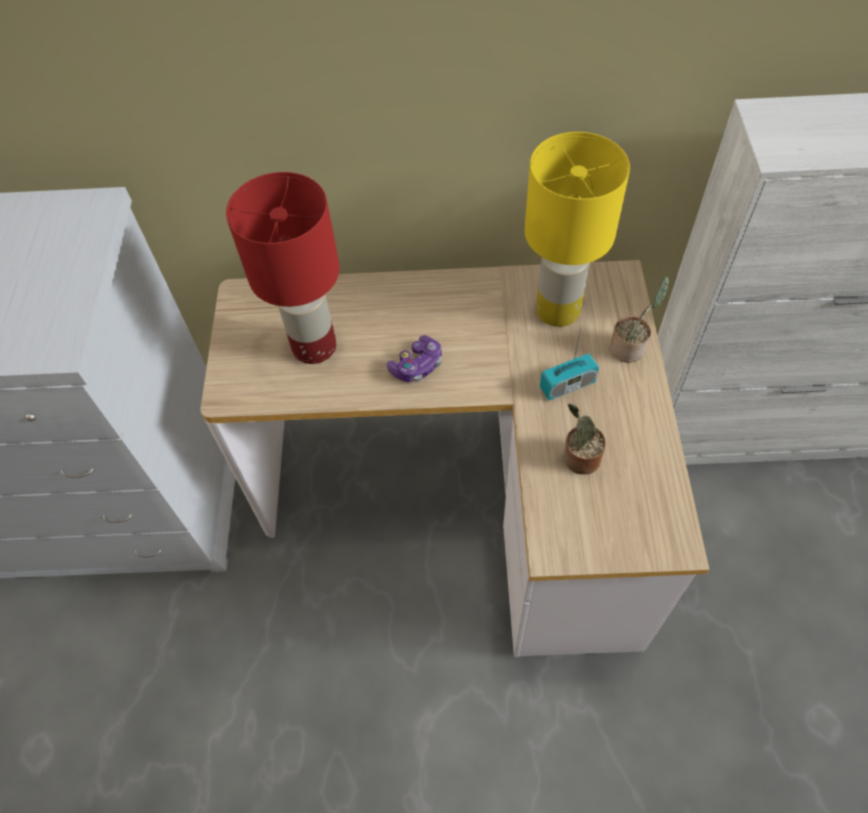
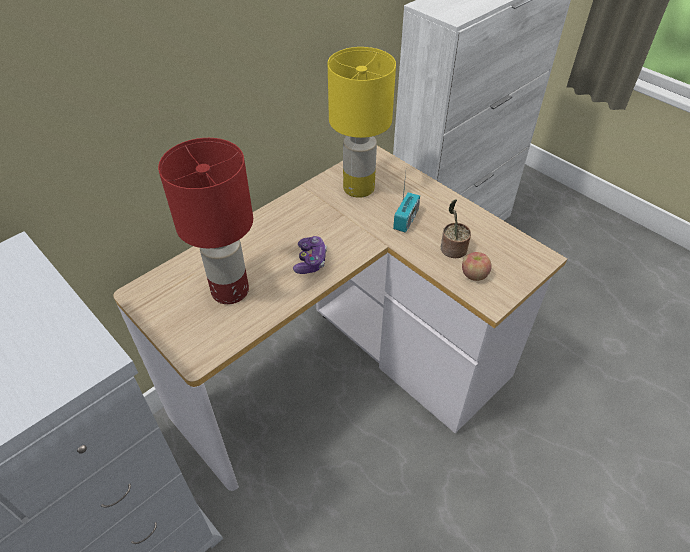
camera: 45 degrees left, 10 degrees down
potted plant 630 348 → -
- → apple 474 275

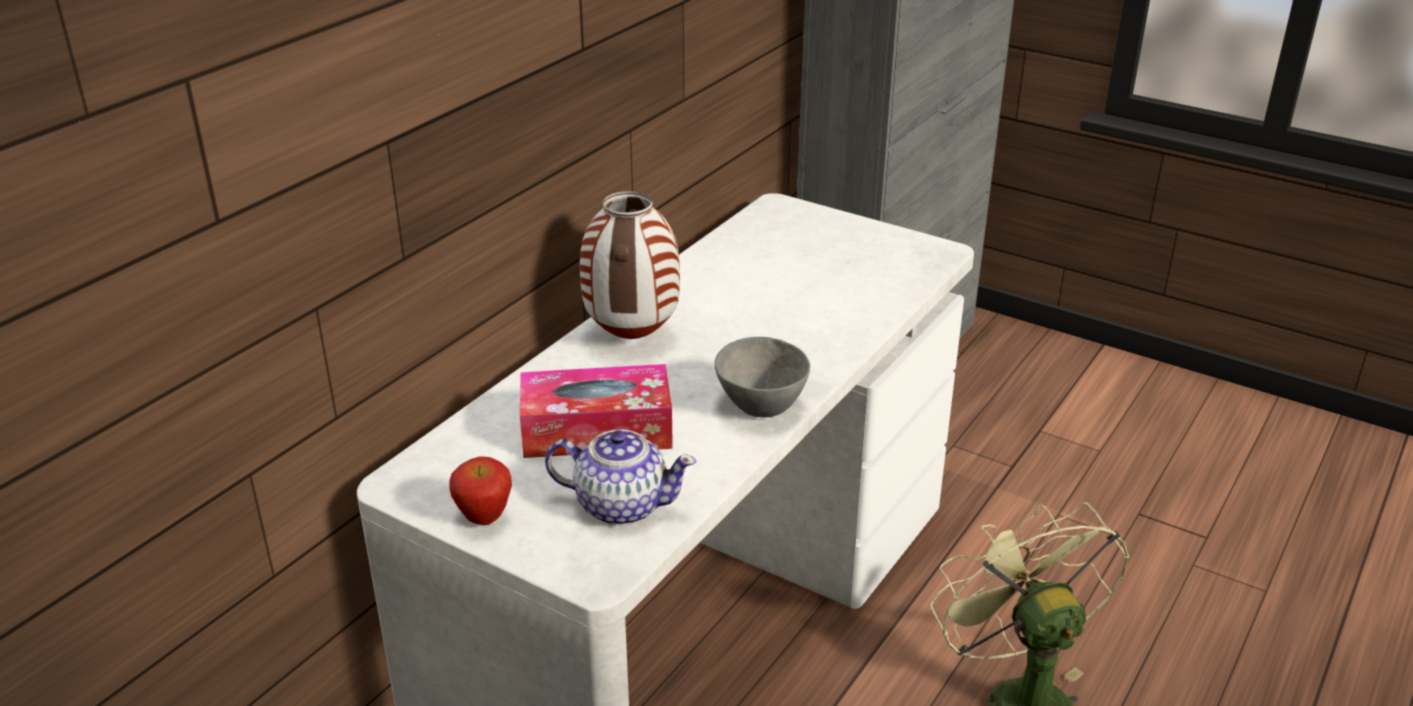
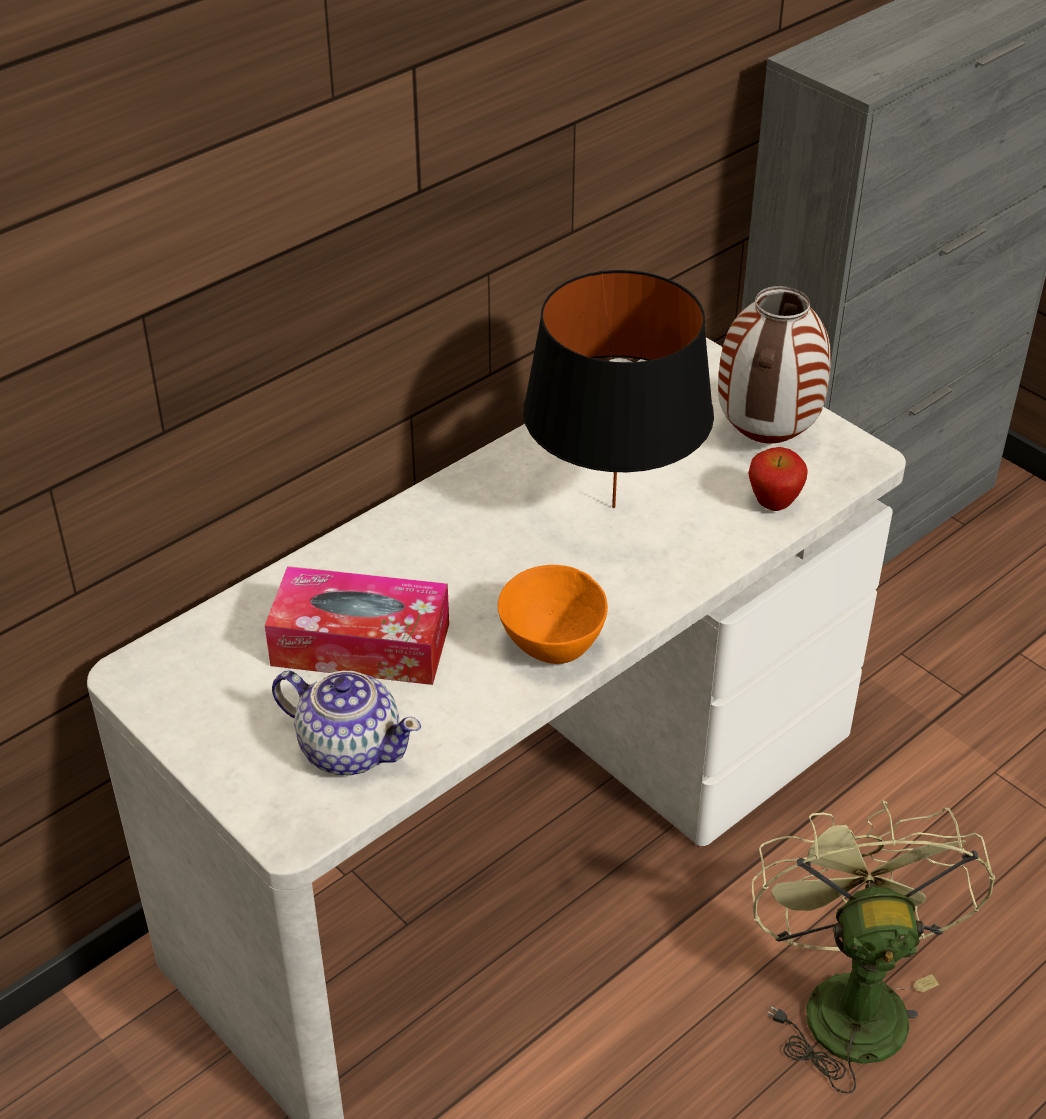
camera: 15 degrees right, 10 degrees up
apple 484 518 → apple 773 505, relocated
vase 631 337 → vase 764 438, relocated
grey bowl 759 407 → orange bowl 551 647
- → black table lamp 614 506

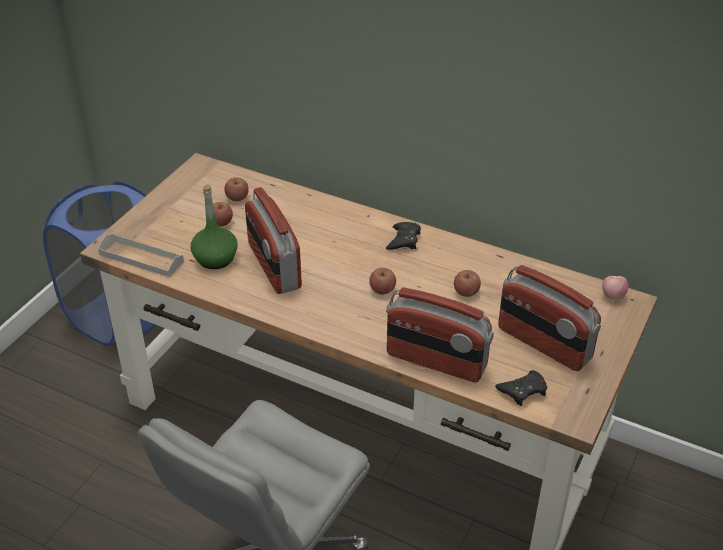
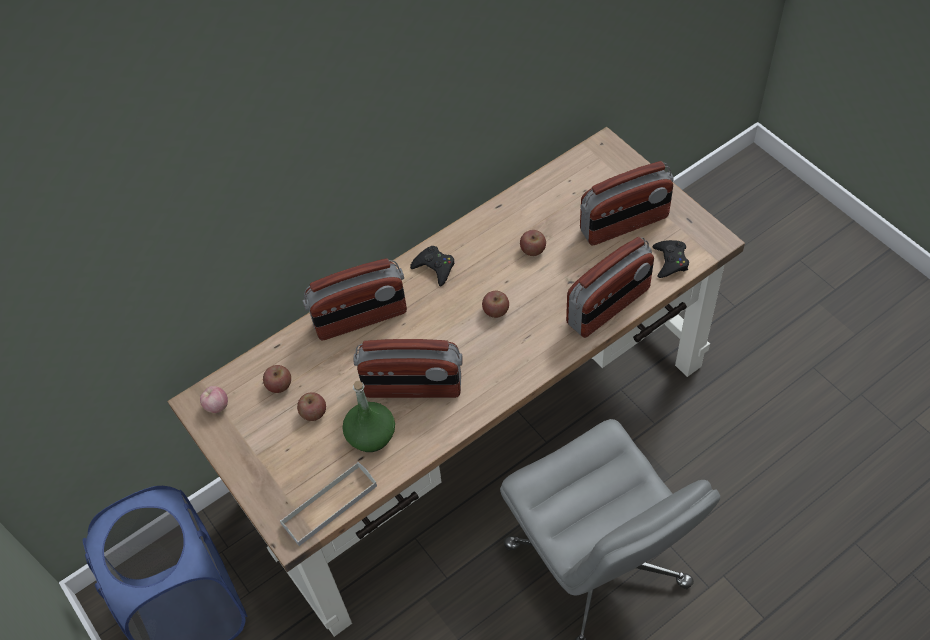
camera: 60 degrees left, 15 degrees up
apple 612 296 → apple 216 406, relocated
- → radio 360 318

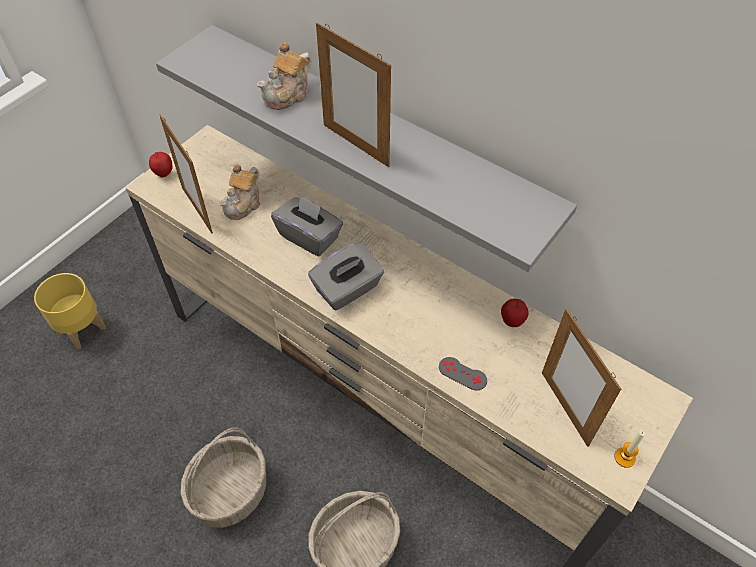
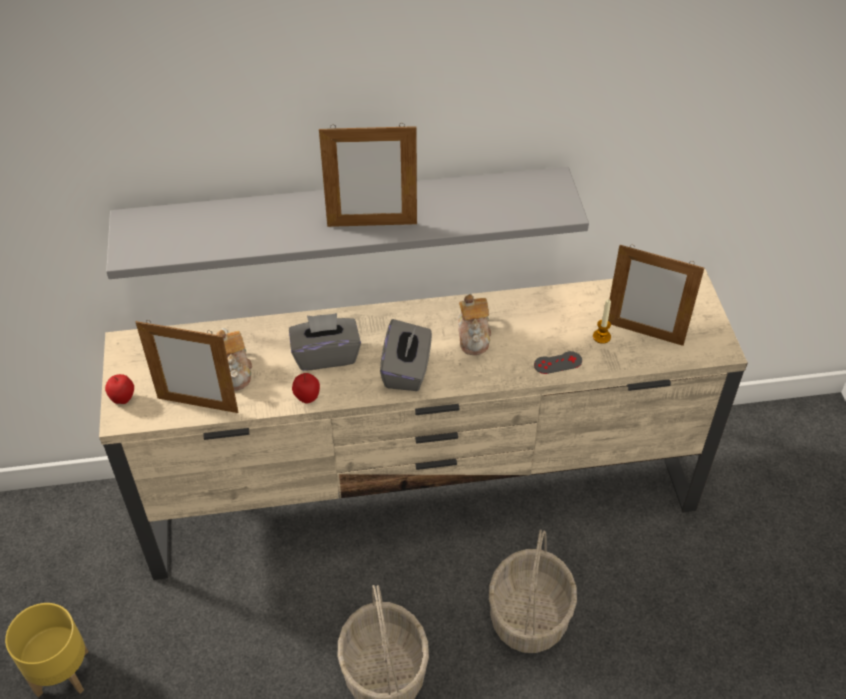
camera: 45 degrees left, 5 degrees down
teapot 288 95 → teapot 474 336, relocated
apple 511 321 → apple 307 398, relocated
candle 624 457 → candle 601 337, relocated

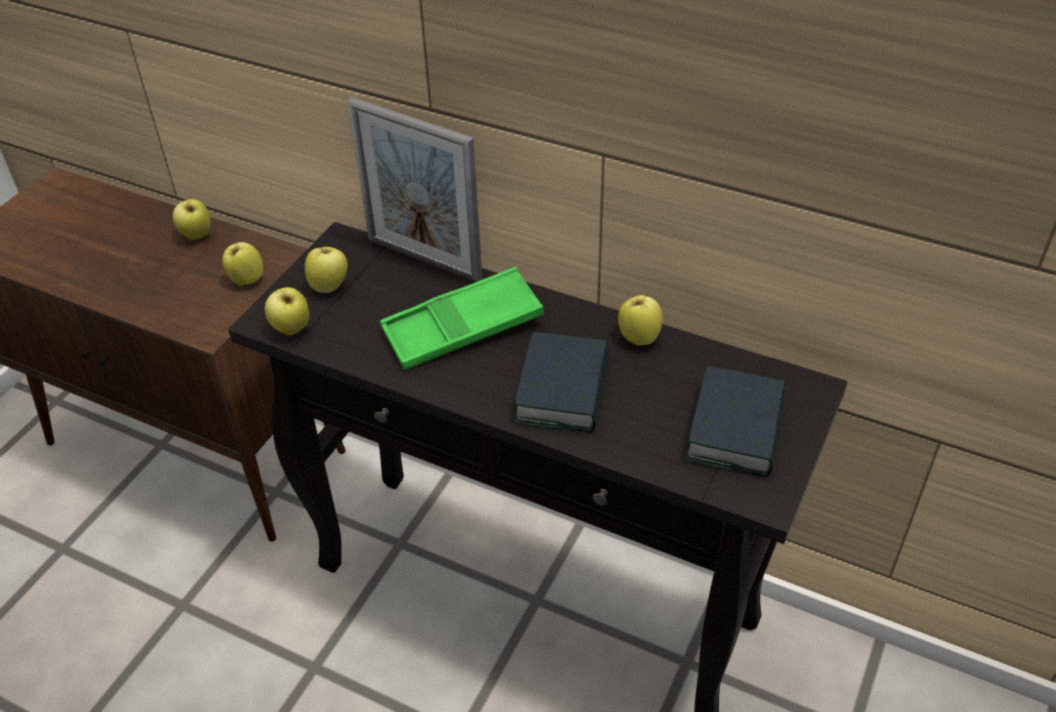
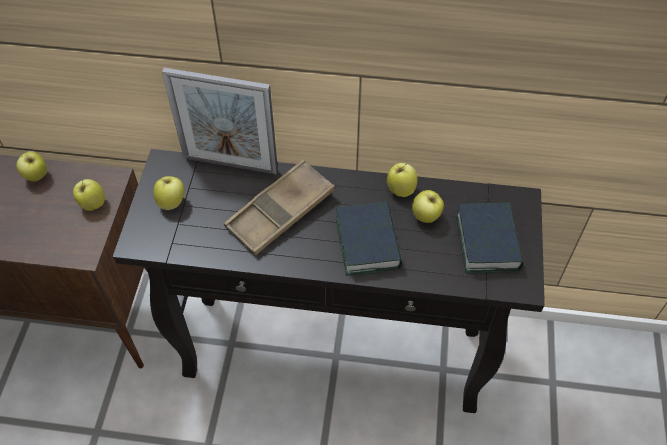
camera: 20 degrees left, 10 degrees up
apple 291 329 → apple 426 217, relocated
green tray 462 327 → brown tray 280 212

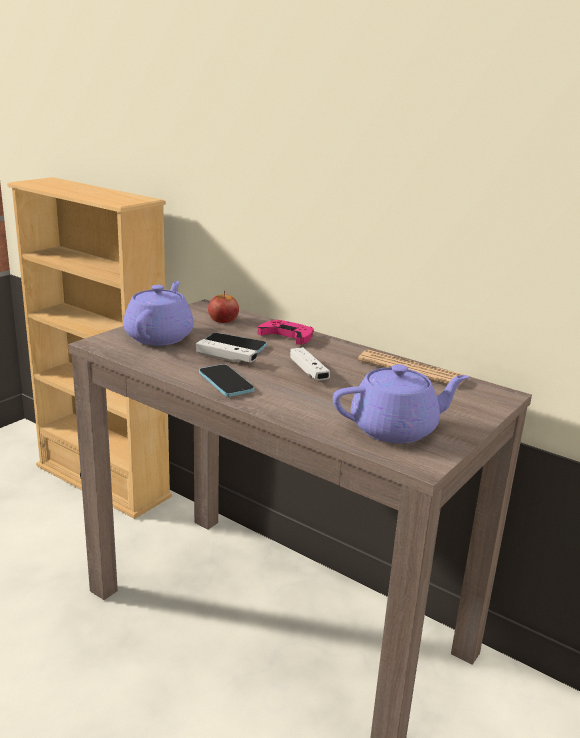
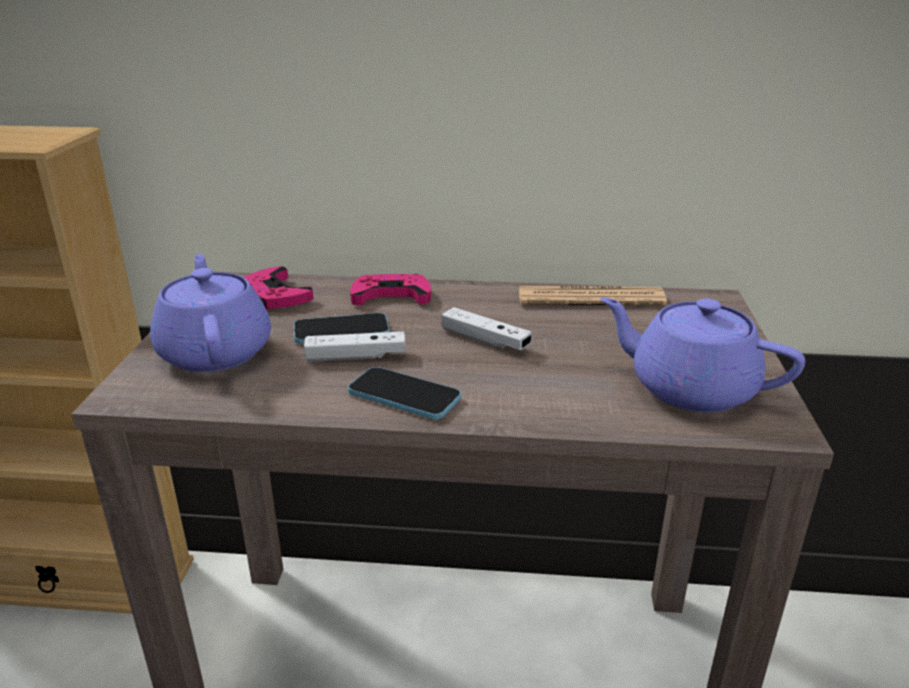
camera: 30 degrees left, 5 degrees up
apple 223 319 → pink game controller 275 295
purple teapot 395 429 → purple teapot 689 388, 105 degrees counterclockwise

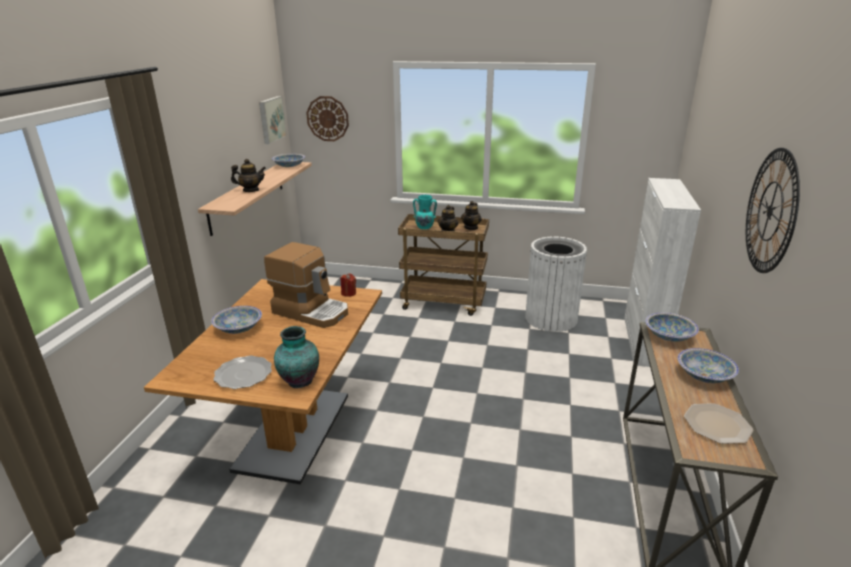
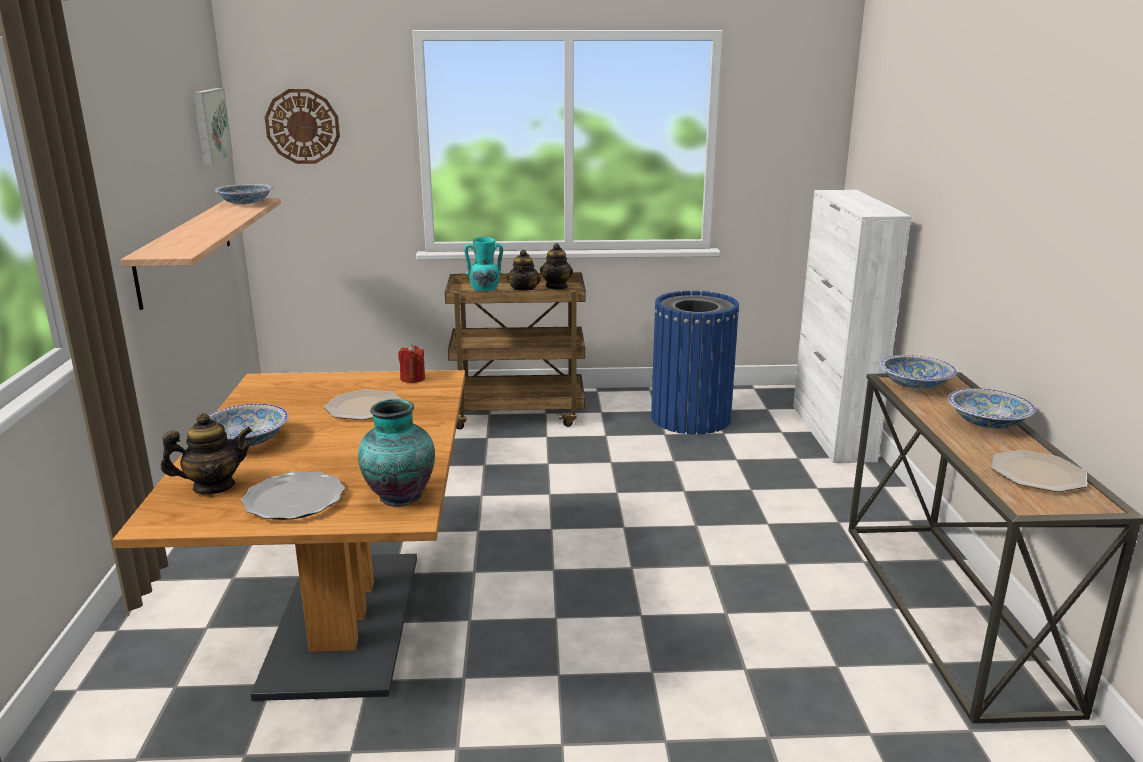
camera: 15 degrees left, 5 degrees down
teapot 251 190 → teapot 213 487, relocated
coffee machine 311 311 → plate 364 406
white trash can 551 318 → blue trash can 691 418
wall clock 770 211 → -

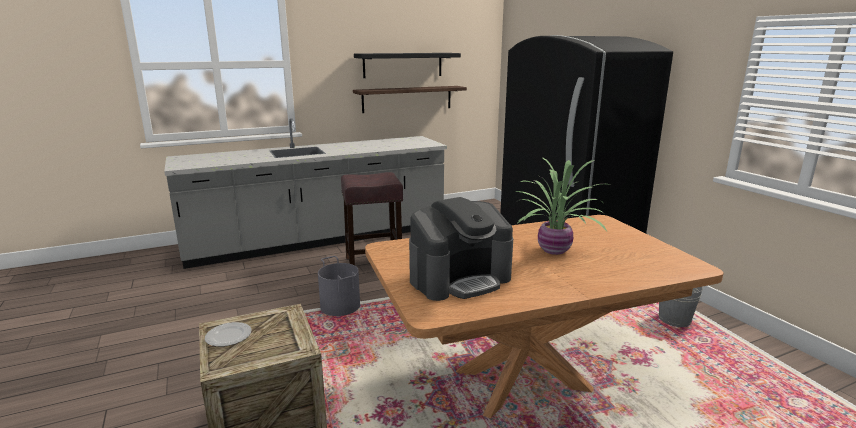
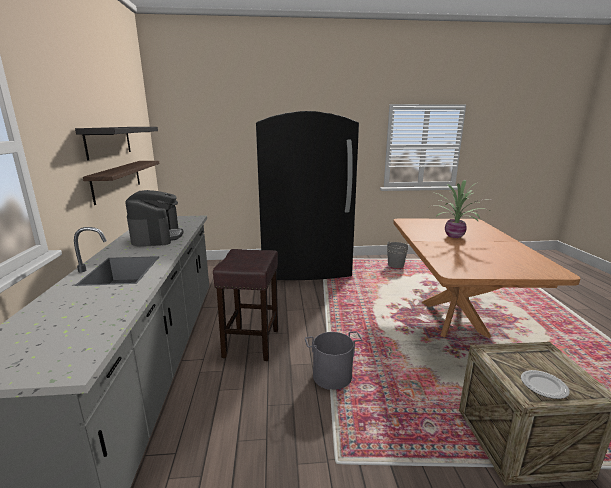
camera: 70 degrees left, 0 degrees up
coffee machine 460 279 → coffee machine 157 237, relocated

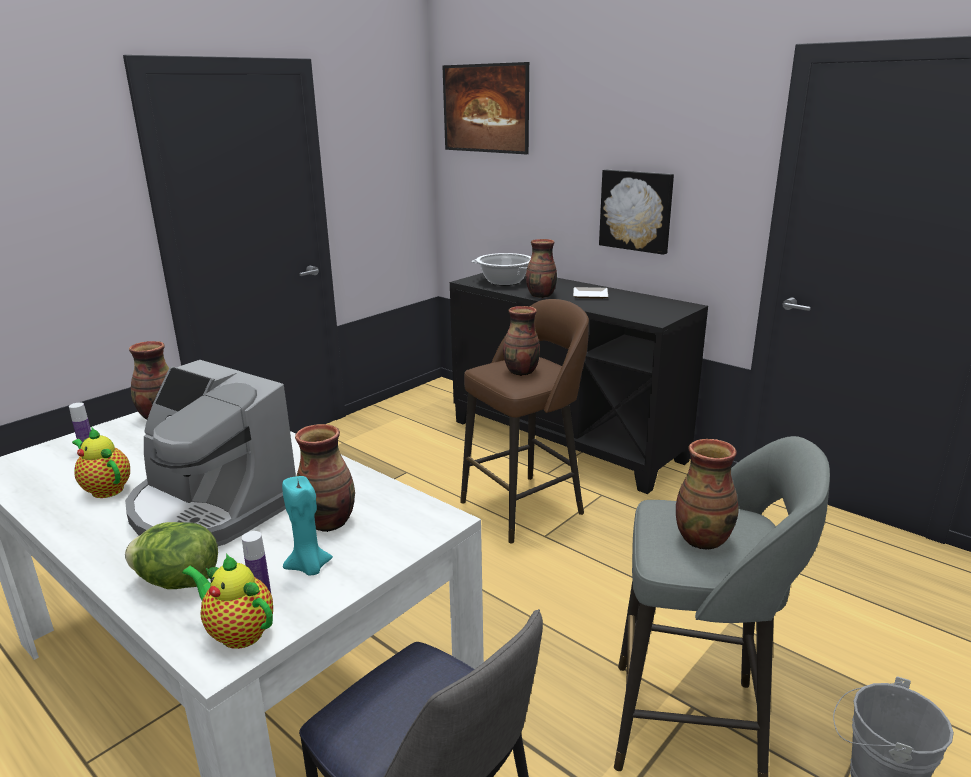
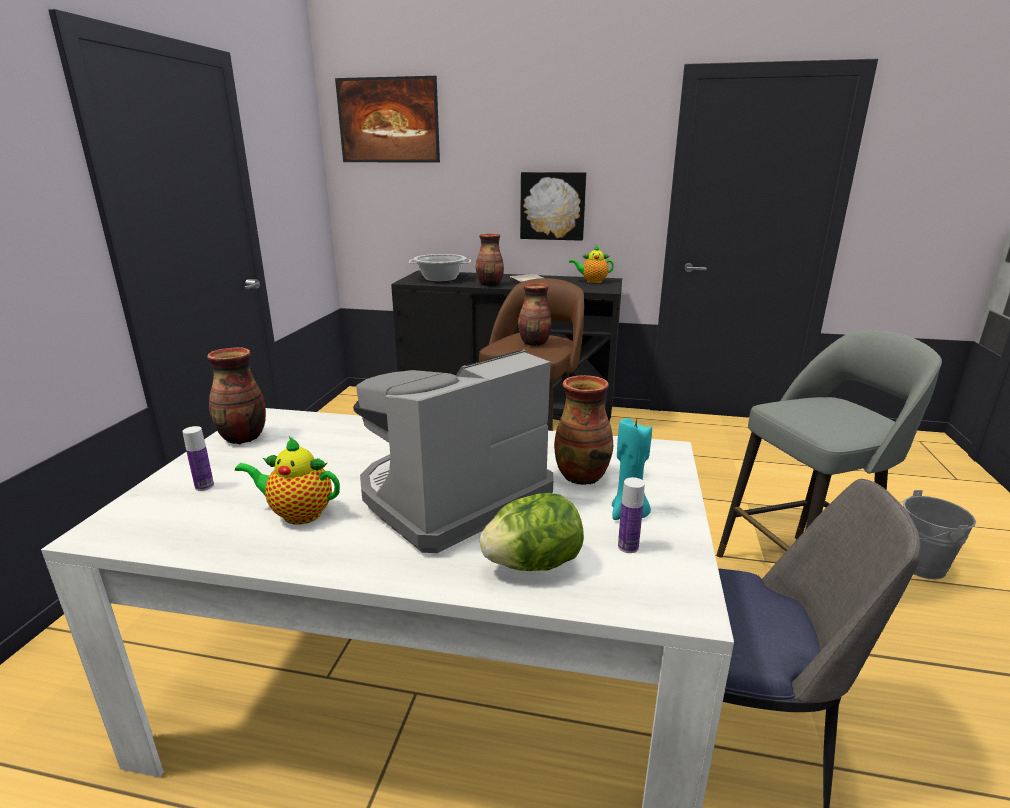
camera: 30 degrees left, 0 degrees up
coffee machine 211 508 → coffee machine 451 497, 135 degrees clockwise
teapot 238 632 → teapot 592 281, relocated
vase 702 539 → -

